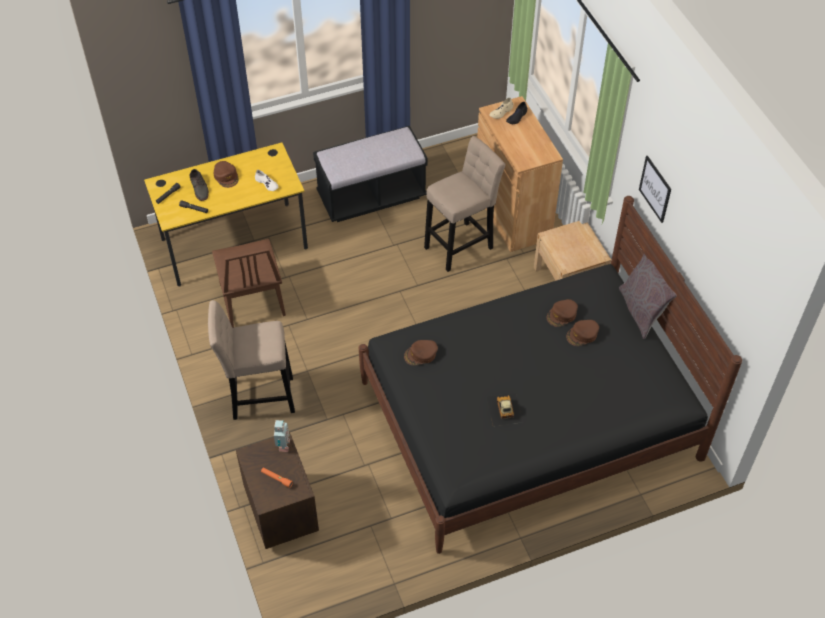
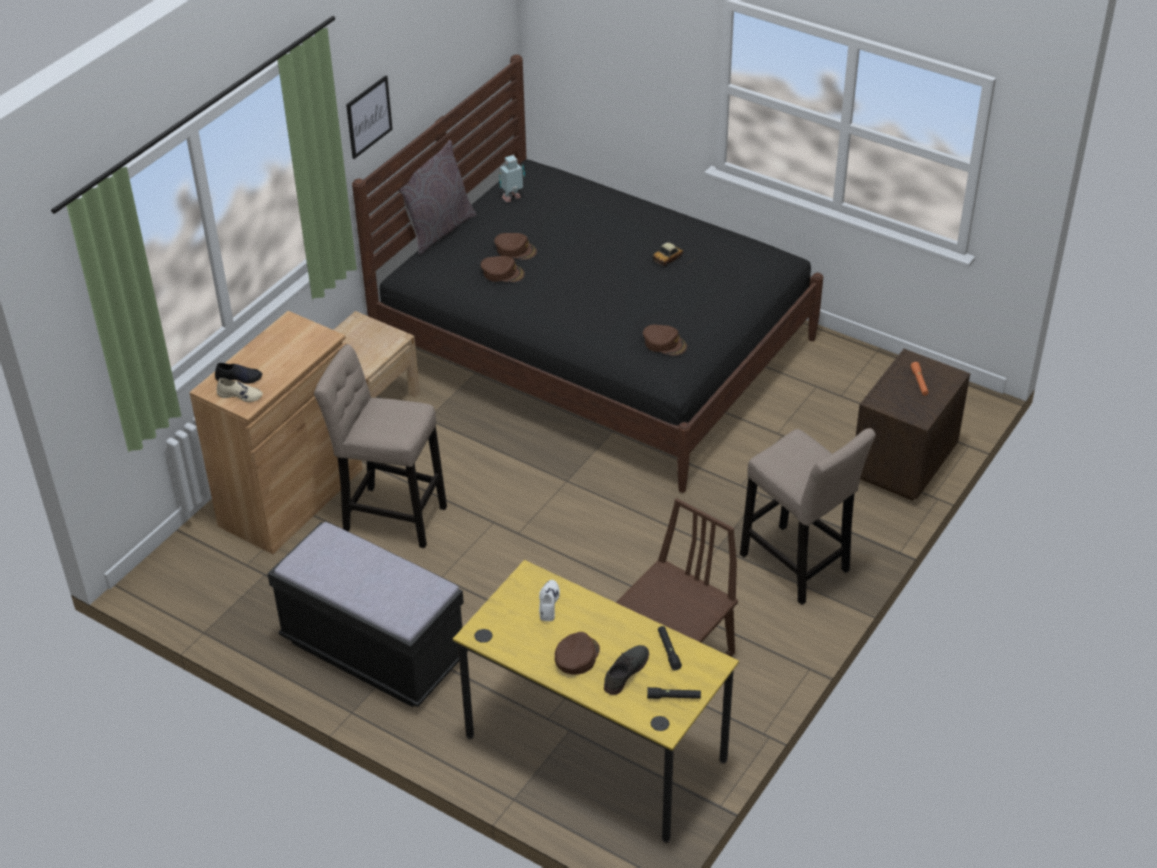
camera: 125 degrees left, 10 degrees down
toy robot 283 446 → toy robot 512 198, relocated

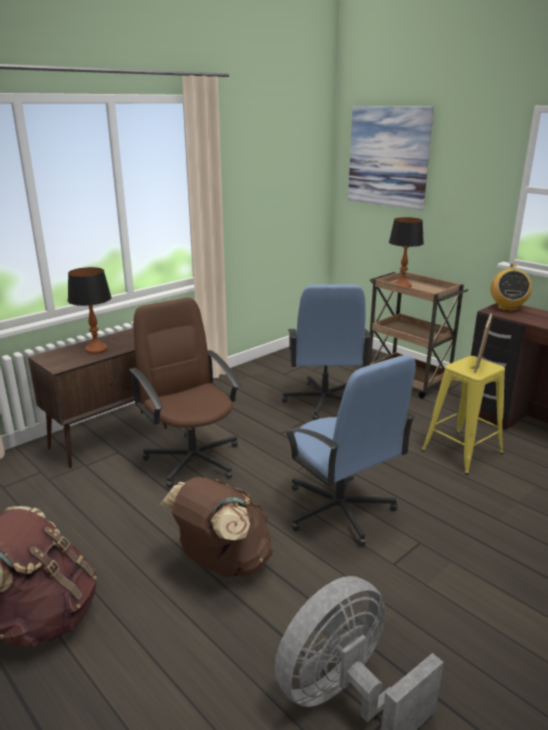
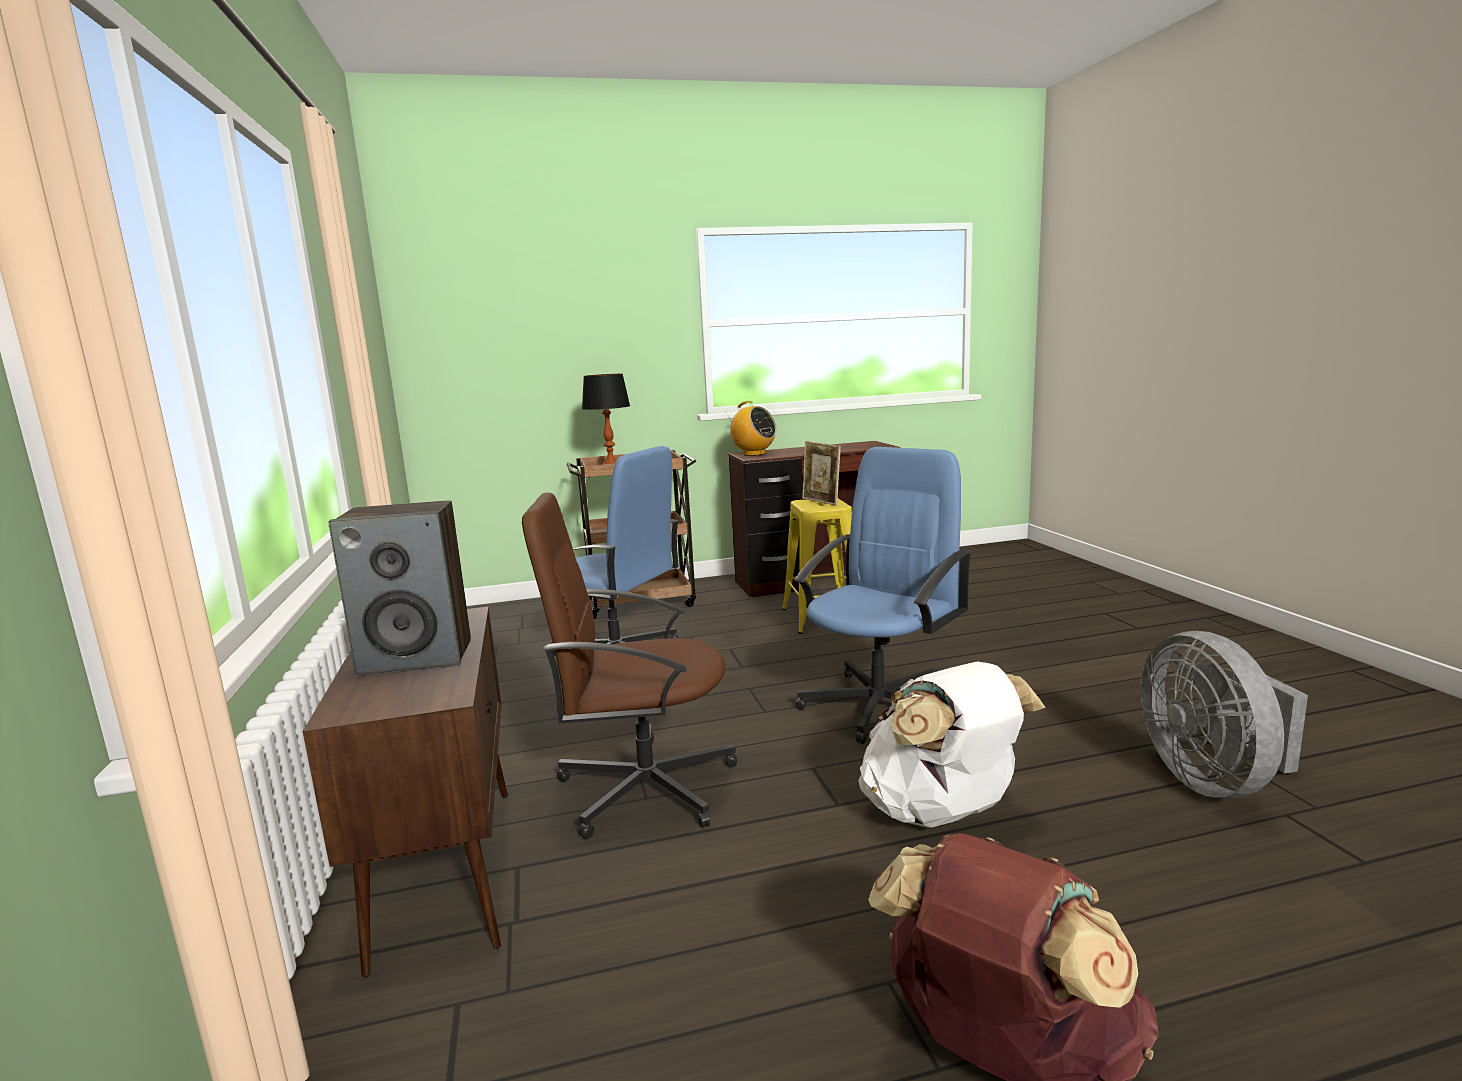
camera: 60 degrees left, 10 degrees down
table lamp 96 349 → speaker 418 657
brown backpack 222 563 → white backpack 941 813
blue office chair 339 511 → blue office chair 880 706, 45 degrees counterclockwise
picture 388 157 → -

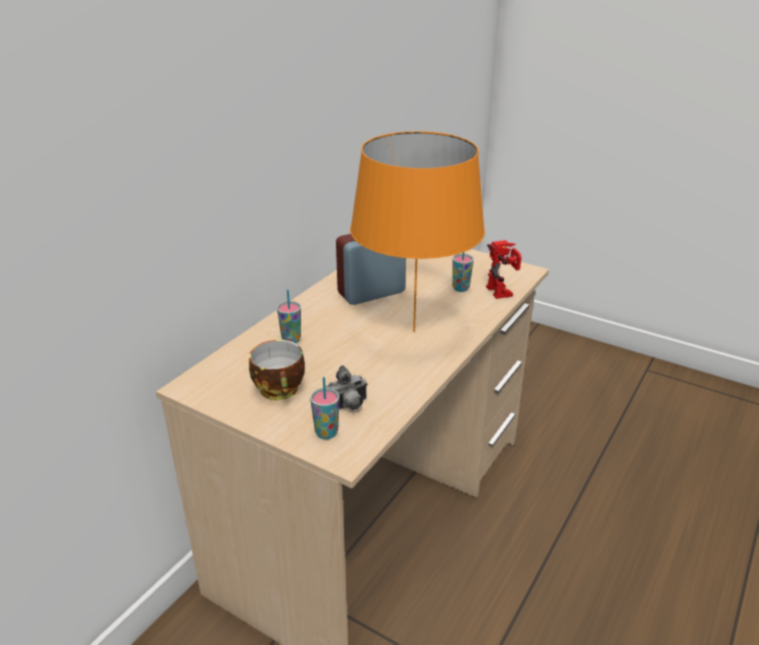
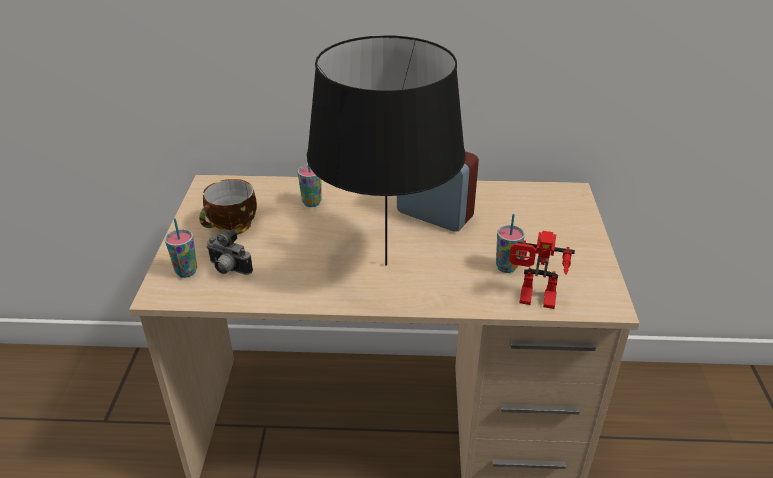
camera: 60 degrees right, 5 degrees up
orange table lamp 414 331 → black table lamp 386 264
toy robot 503 292 → toy robot 534 301, 60 degrees clockwise

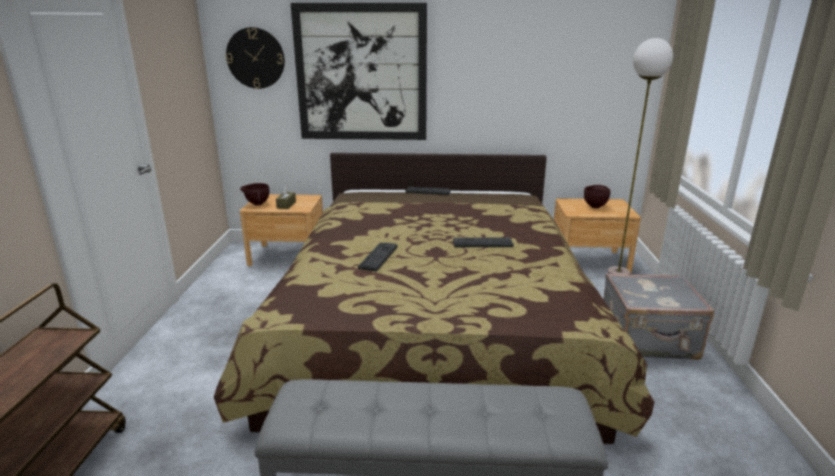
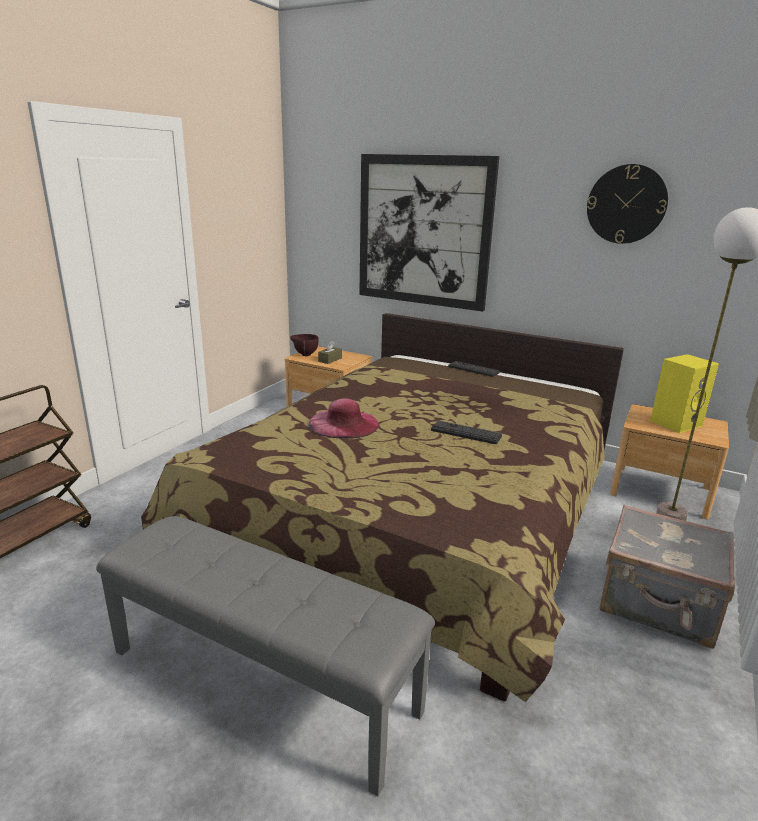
camera: 25 degrees right, 0 degrees up
wall clock 255 58 → wall clock 626 204, relocated
keyboard 378 257 → pink hat 343 423
brown bowl 595 206 → yellow speaker 676 423

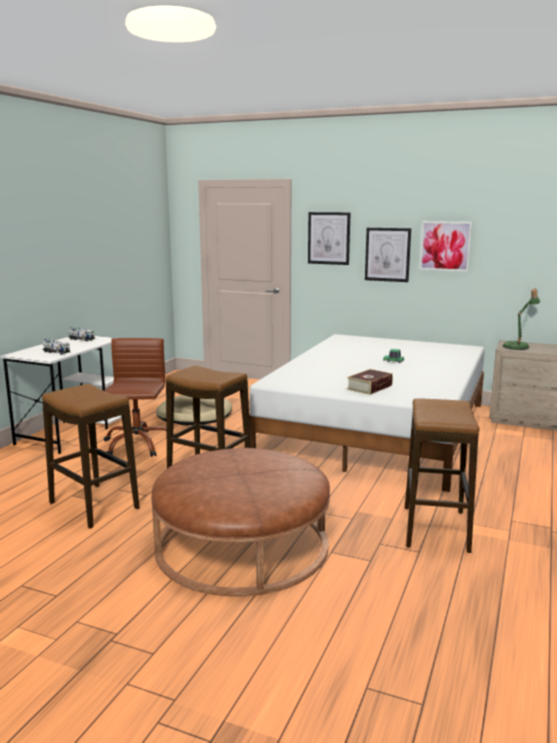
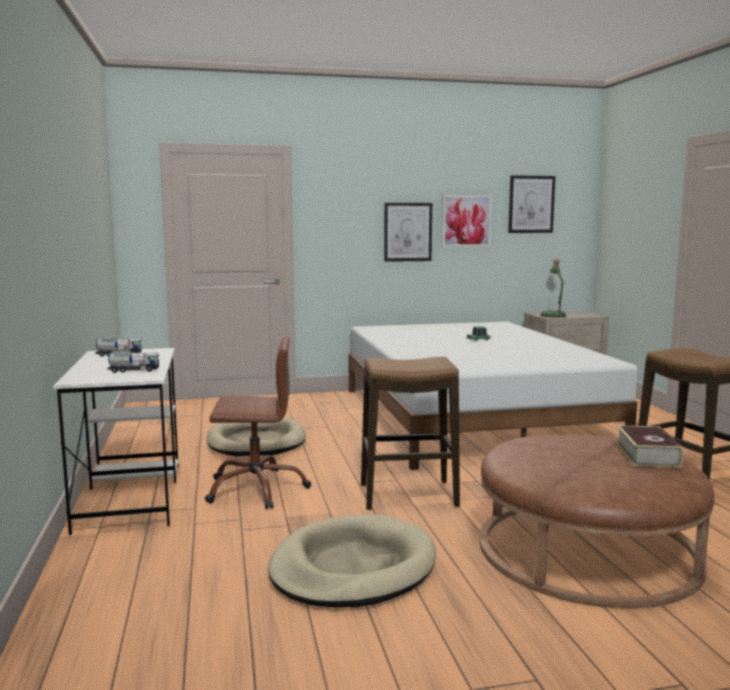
camera: 35 degrees left, 5 degrees down
stool 93 506 → beige dog bed 352 568
brown office chair 137 444 → brown office chair 256 488, 120 degrees clockwise
picture 329 238 → picture 531 204, relocated
book 369 387 → book 647 455, relocated

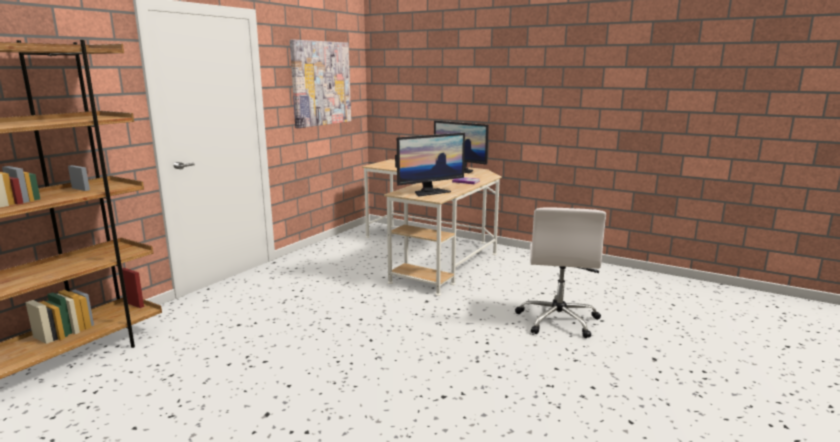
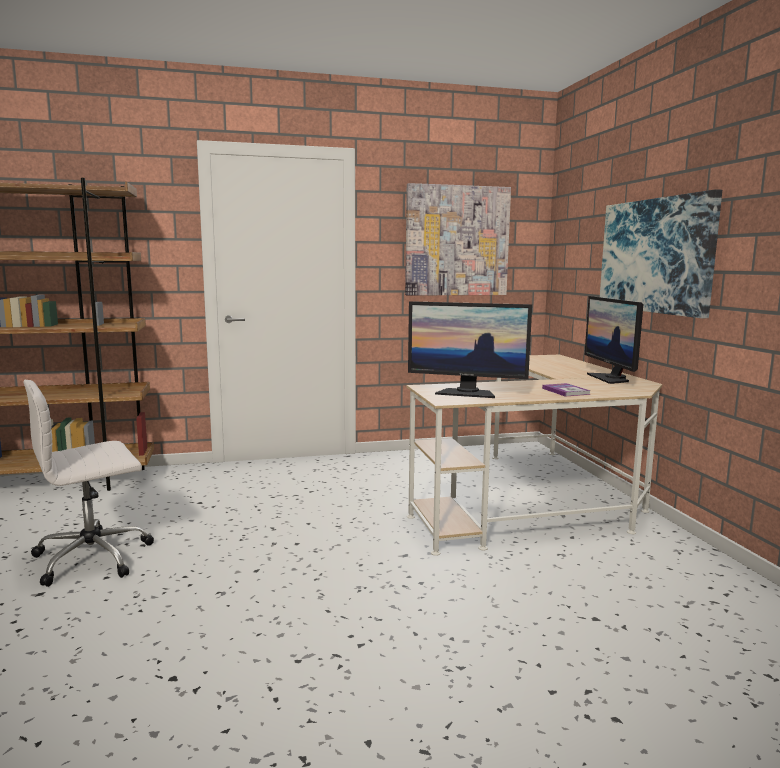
camera: 45 degrees right, 5 degrees down
white office chair 558 320 → white office chair 94 557, relocated
- → picture 655 256

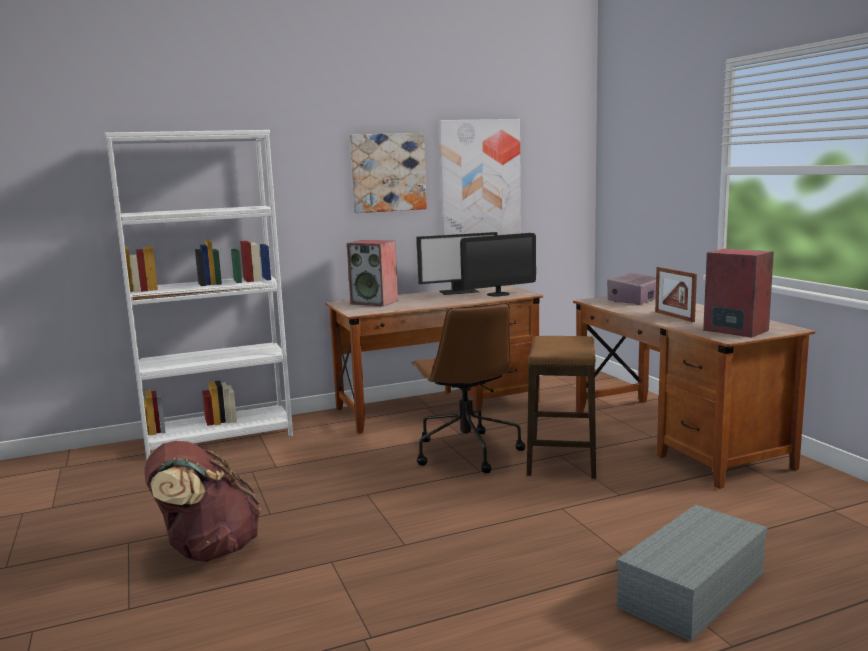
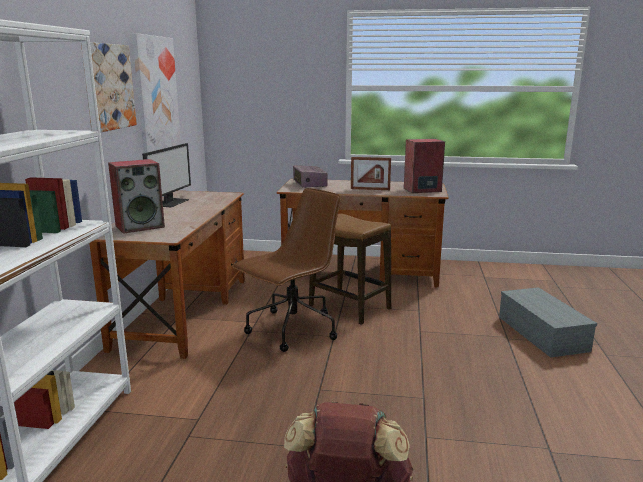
camera: 60 degrees left, 5 degrees up
brown office chair 465 451 → brown office chair 292 330, 60 degrees counterclockwise
monitor 498 294 → -

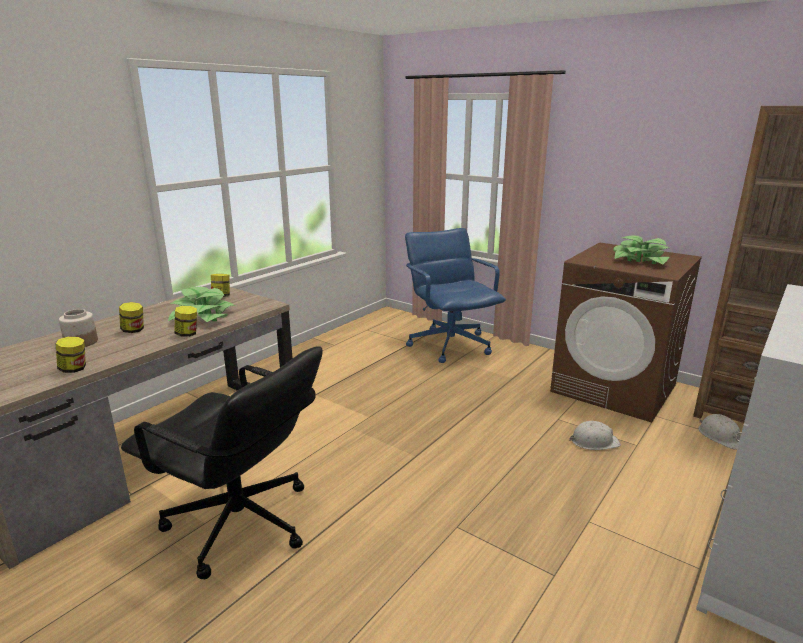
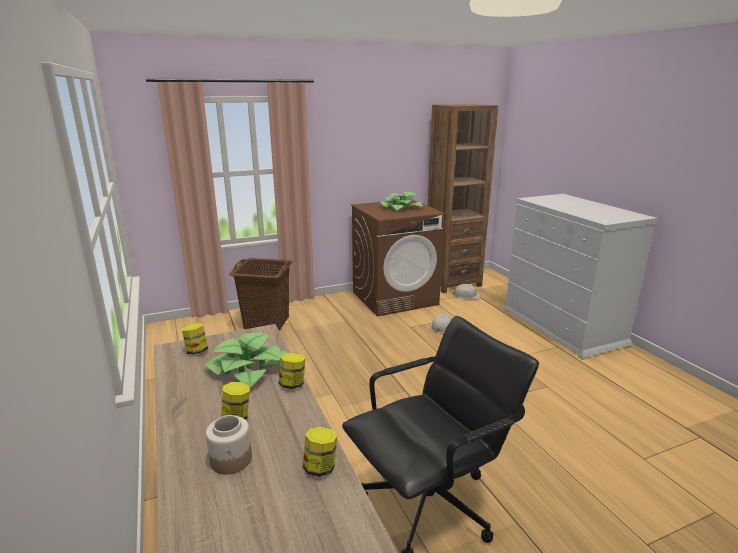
camera: 60 degrees left, 0 degrees up
blue office chair 450 345 → brown laundry basket 266 323

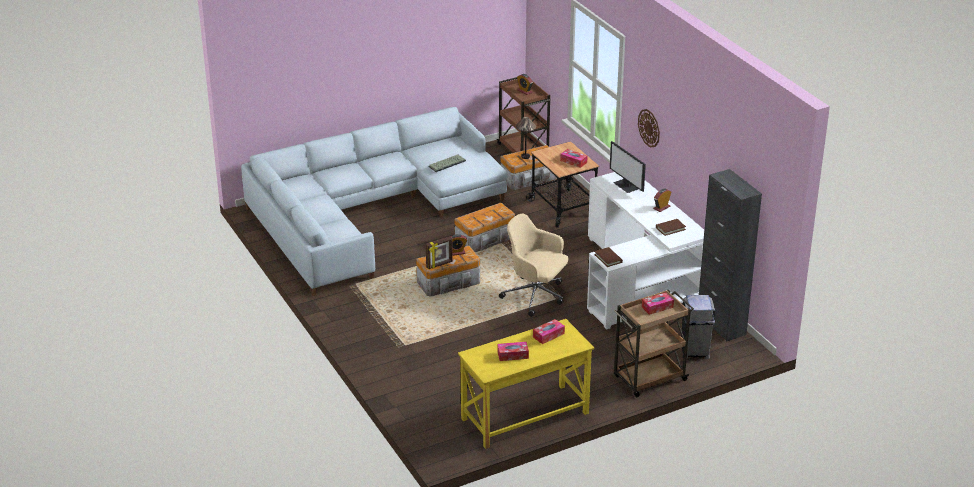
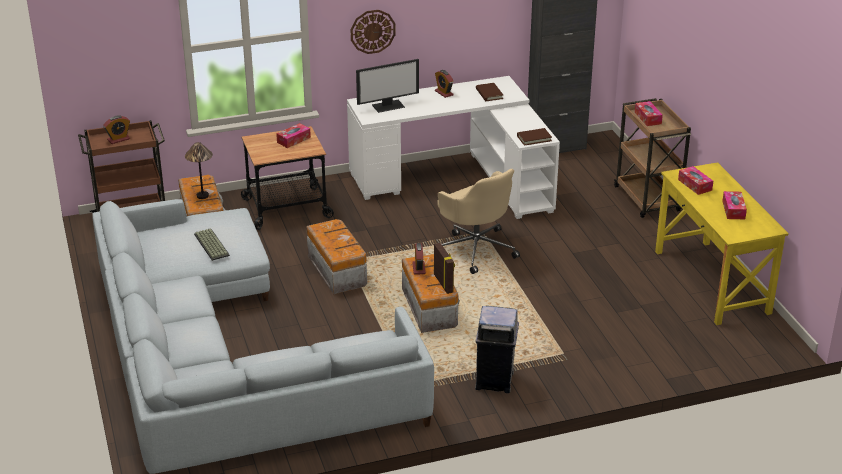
camera: 80 degrees left, 0 degrees up
beige office chair 535 296 → beige office chair 476 249, 75 degrees counterclockwise
grey trash can 694 351 → grey trash can 495 381, relocated

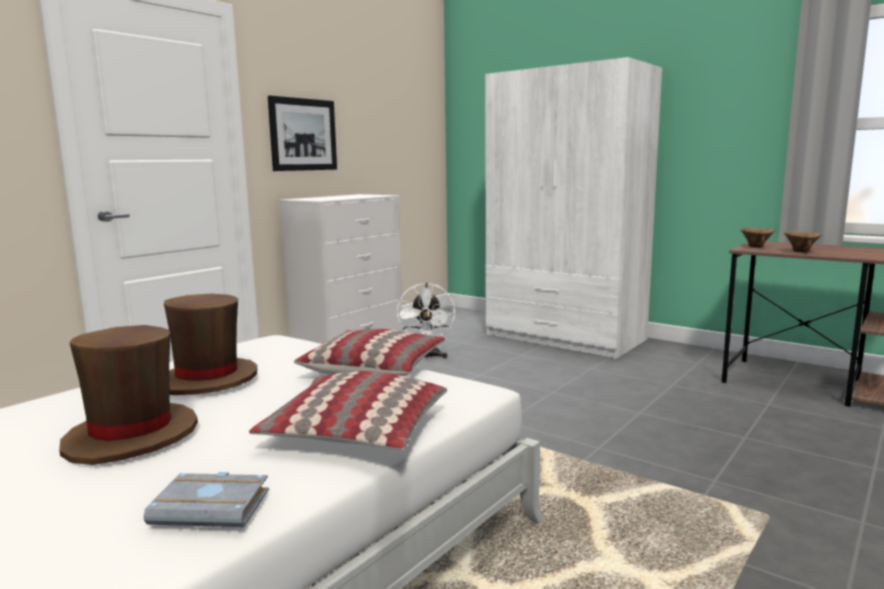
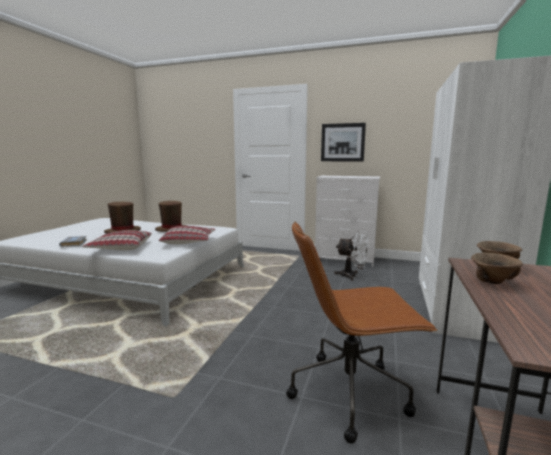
camera: 70 degrees right, 0 degrees up
white fan 427 357 → white fan 352 276, 135 degrees counterclockwise
- → brown office chair 350 392

